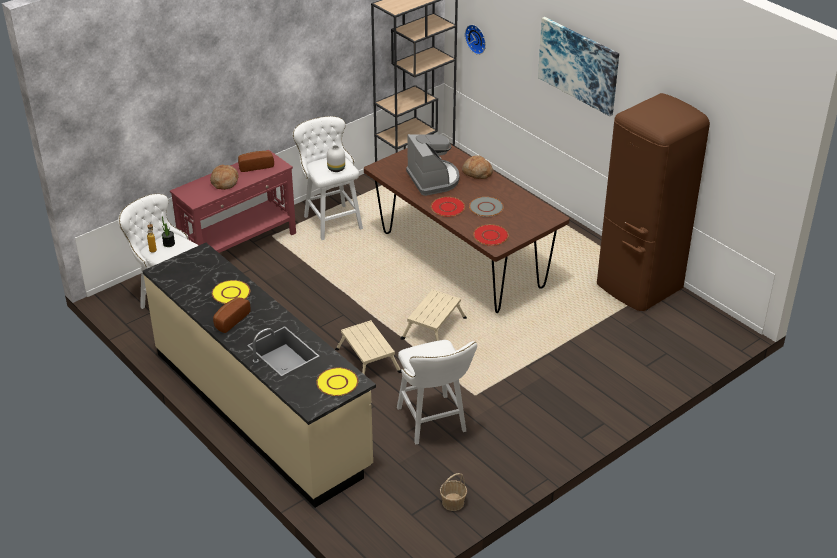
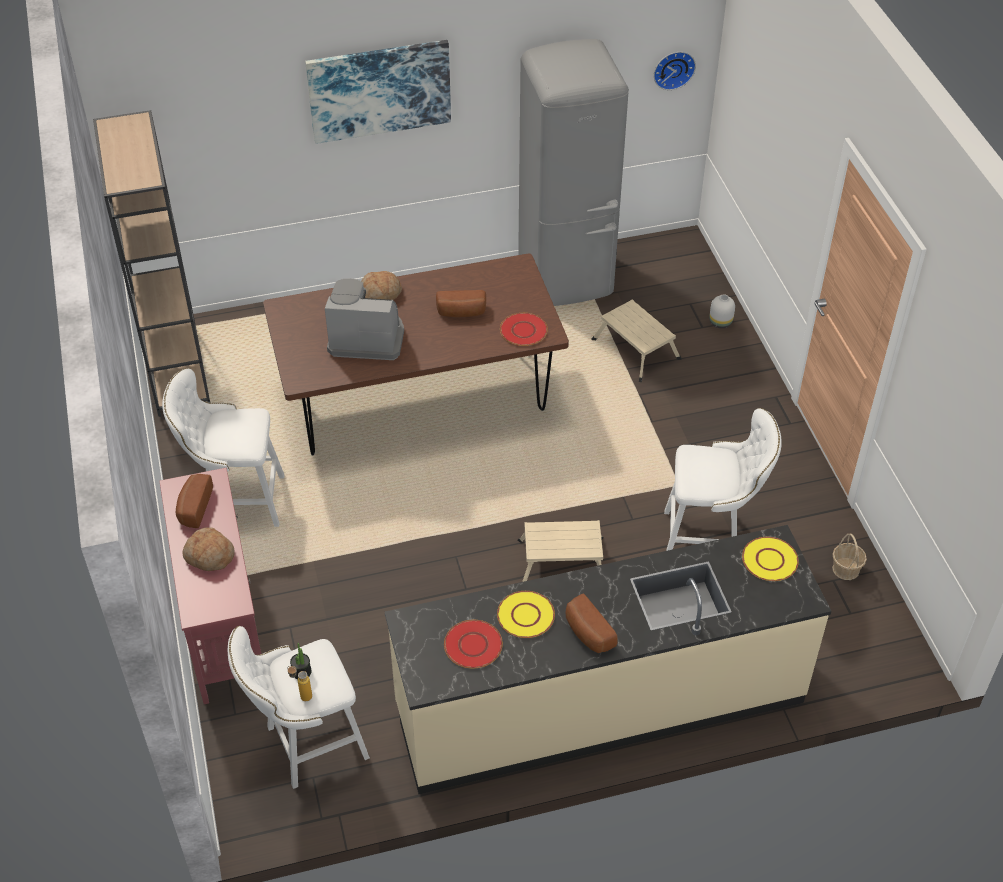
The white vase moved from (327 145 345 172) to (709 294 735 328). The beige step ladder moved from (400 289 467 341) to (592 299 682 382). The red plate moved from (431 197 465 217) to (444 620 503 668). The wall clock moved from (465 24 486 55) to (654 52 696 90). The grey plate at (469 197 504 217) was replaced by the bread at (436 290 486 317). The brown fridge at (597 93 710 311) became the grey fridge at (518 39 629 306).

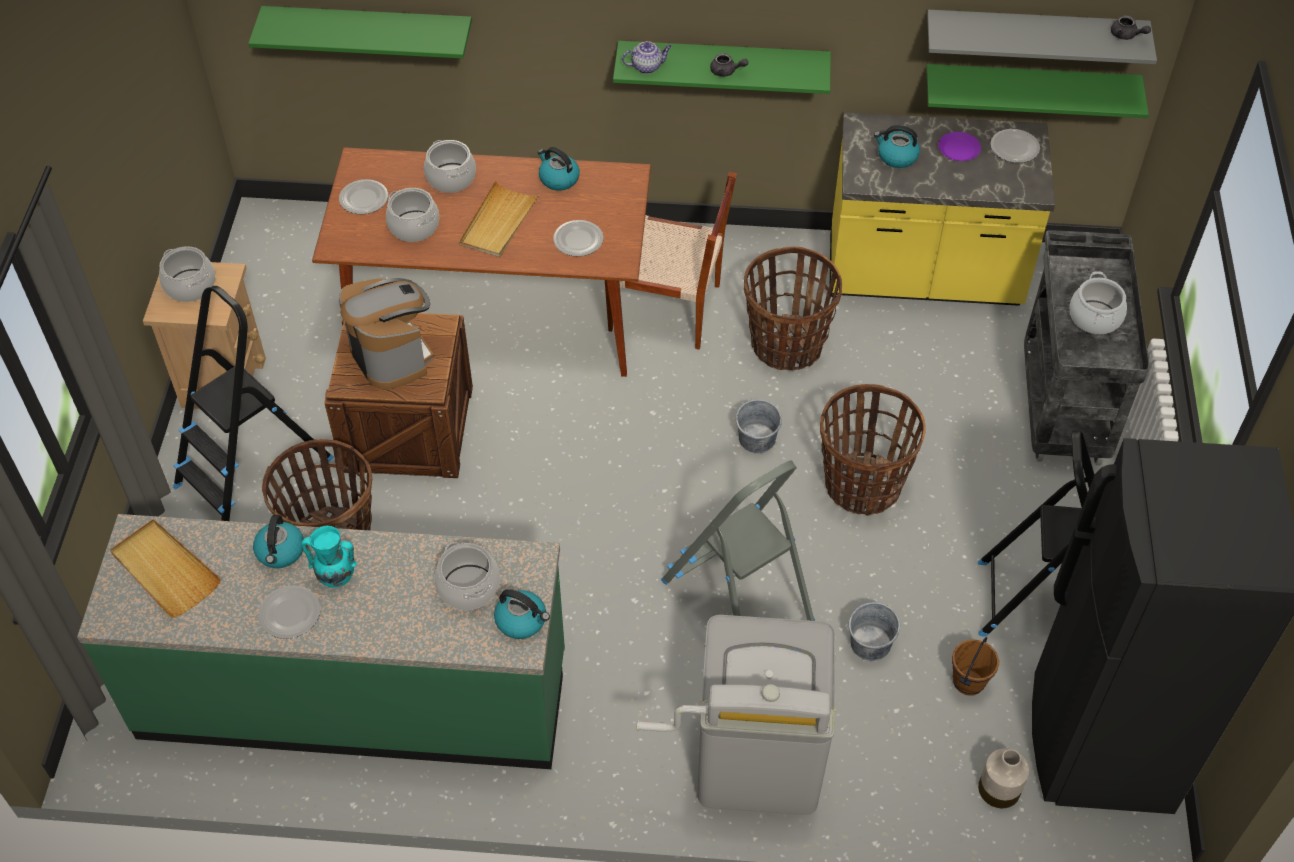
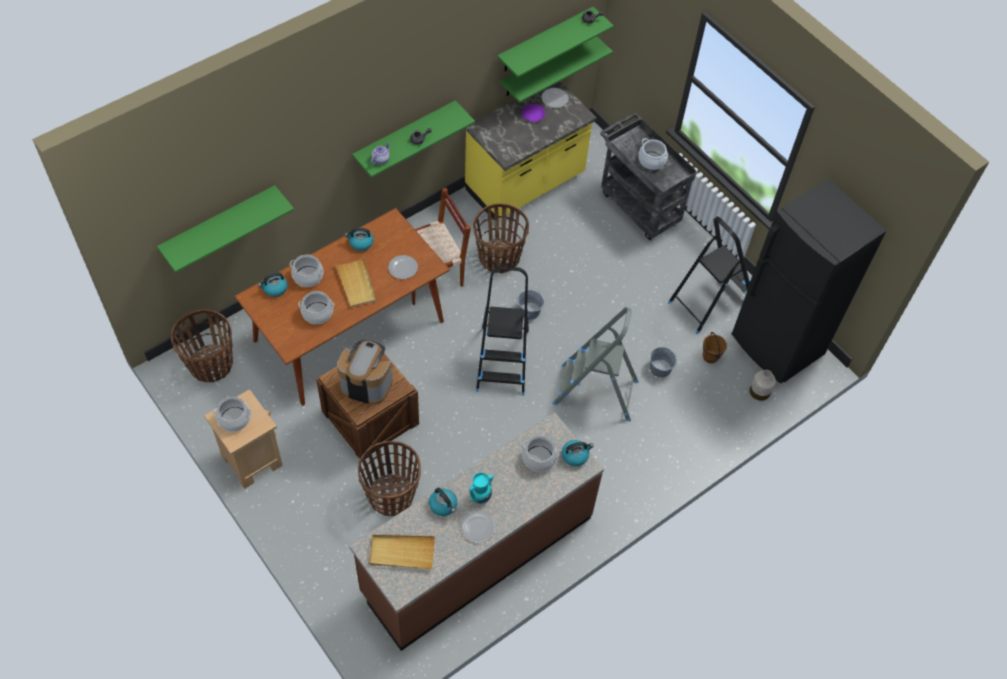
The plate at (339 179 388 214) disappeared. The grey washing machine at (637 615 836 815) disappeared. The black step ladder moved from (173 286 334 521) to (476 266 529 396). The basket moved from (820 384 926 516) to (171 309 233 382). The kettle moved from (874 125 920 168) to (258 272 288 297). The green counter at (77 514 565 769) became the brown counter at (349 412 604 651). The grey shelf at (927 10 1157 64) became the green shelf at (497 7 614 77).

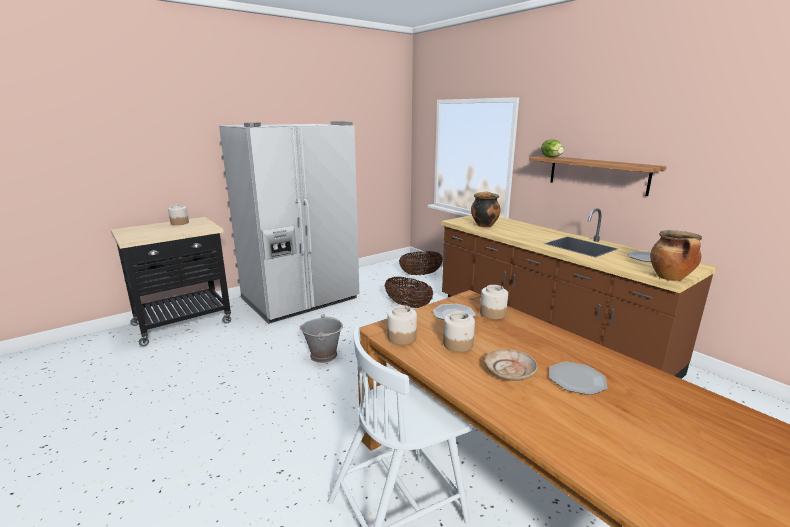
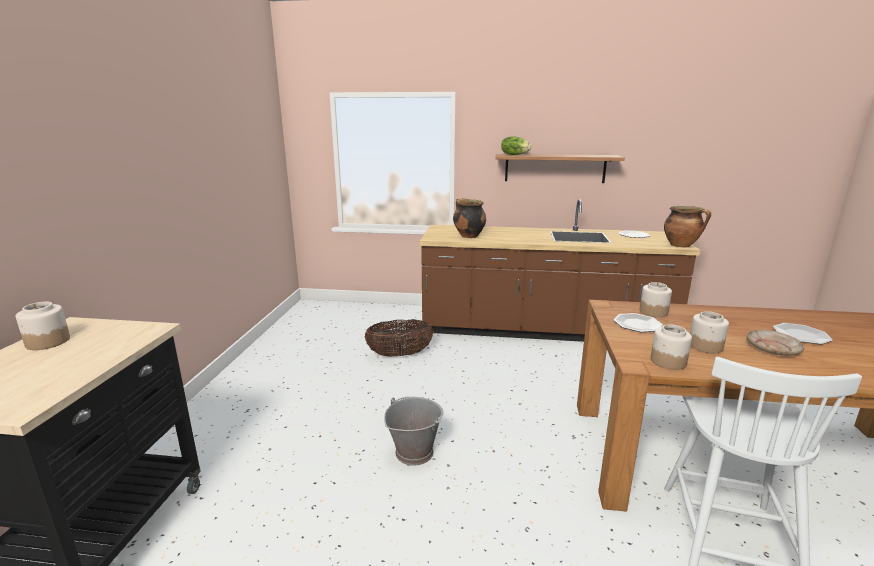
The white fridge at (219 121 359 324) disappeared. The basket at (399 251 443 275) disappeared.

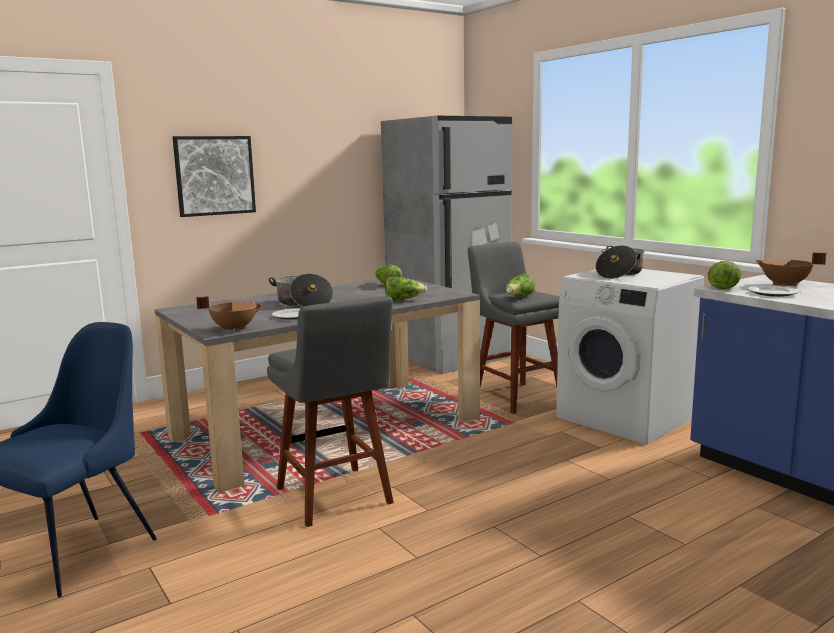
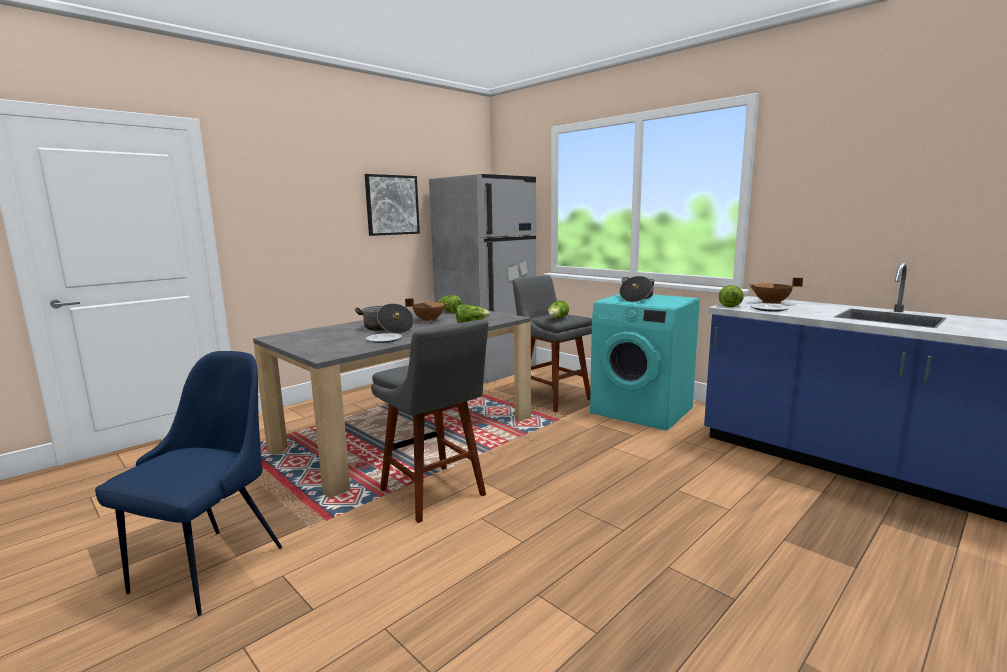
The picture moved from (173 136 256 217) to (365 174 420 236). The brown cooking pot moved from (196 296 263 332) to (405 298 447 322). The white washing machine at (556 269 704 444) became the turquoise washing machine at (590 294 700 431).

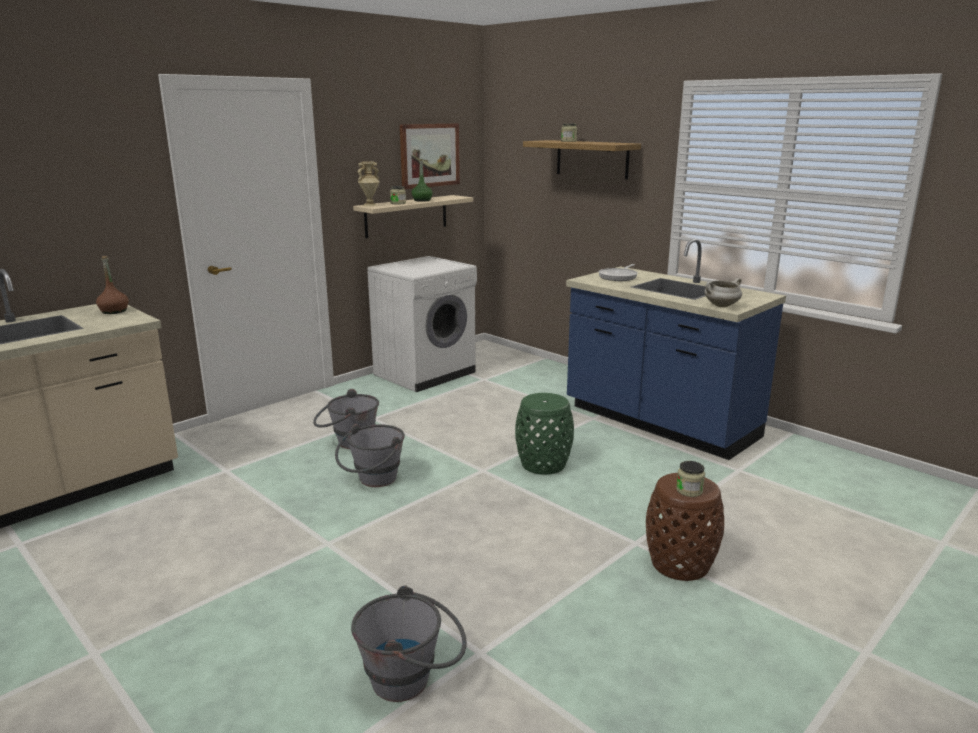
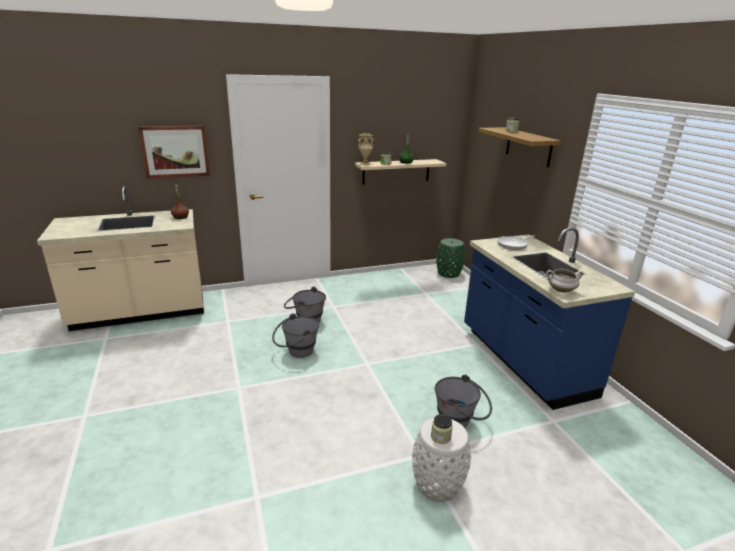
The white washing machine at (367 256 477 392) disappeared. The grey bucket moved from (351 585 467 702) to (435 375 492 428). The picture moved from (400 124 460 189) to (138 126 210 178). The green stool moved from (515 393 574 475) to (436 238 465 278). The brown stool at (646 473 724 581) became the white stool at (412 418 471 502).

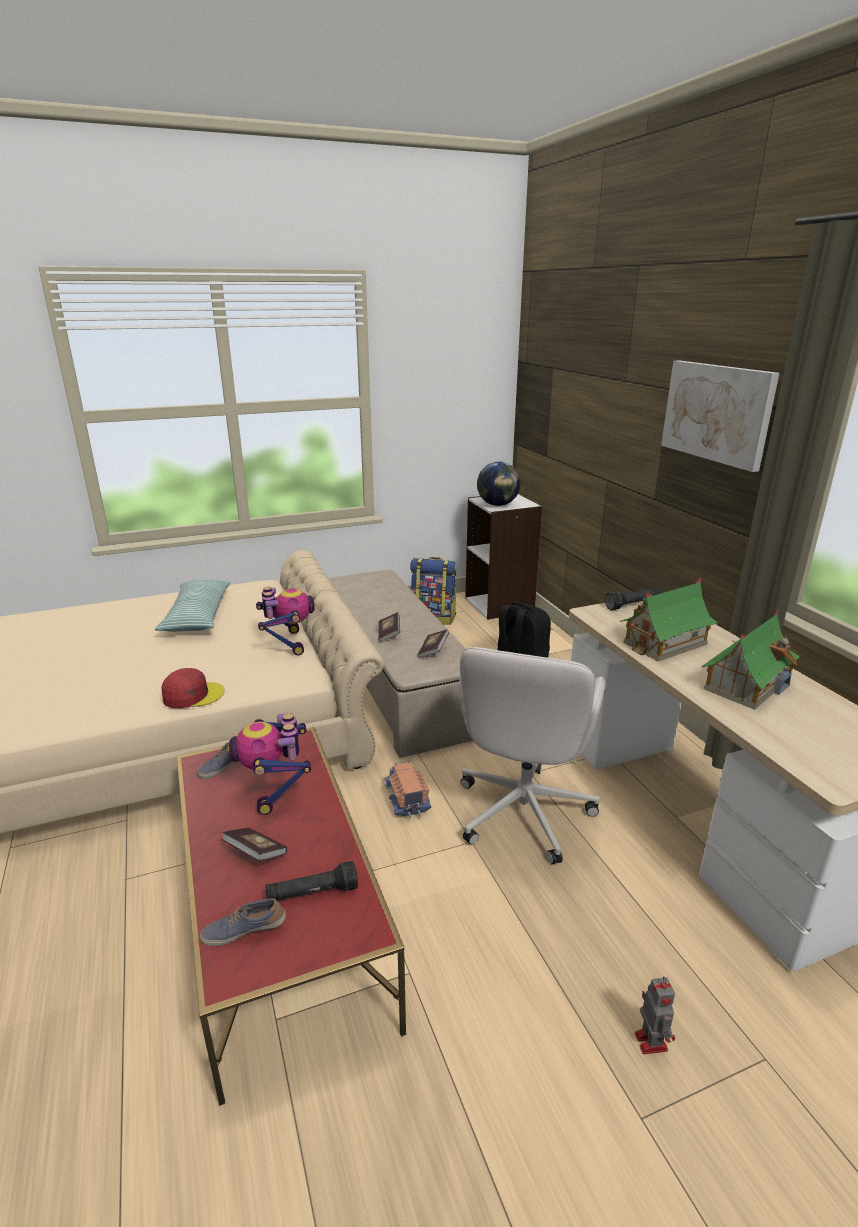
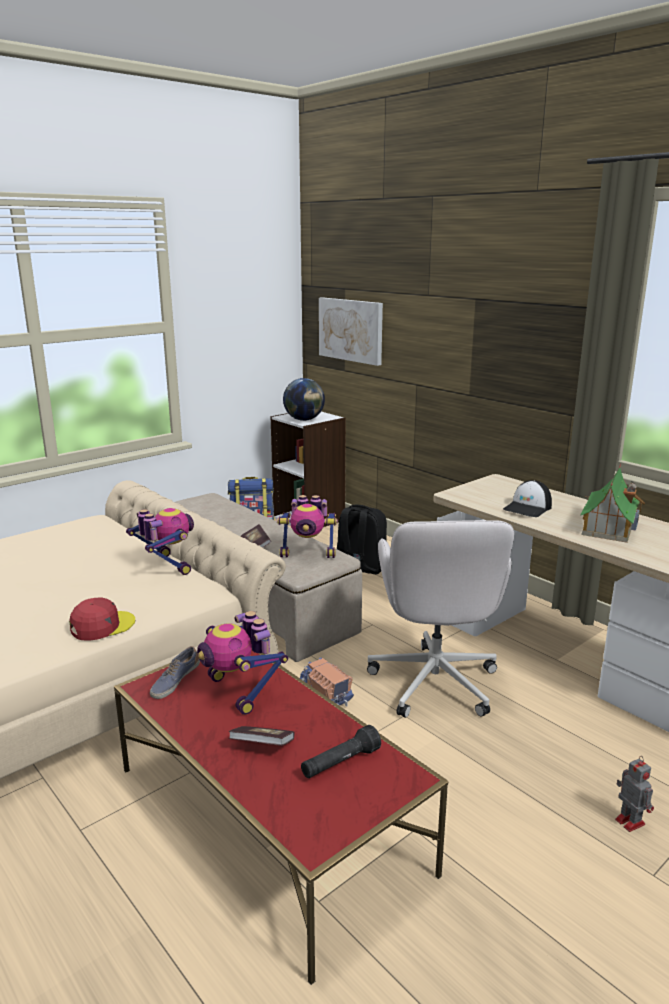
The pillow at (155 580 231 632) disappeared. The shoe at (200 898 286 946) disappeared. The black flashlight at (605 588 661 610) disappeared. The picture moved from (661 361 779 472) to (319 297 383 366). The book at (418 629 449 658) was replaced by the toy robot at (277 495 338 558). The toy house at (620 578 718 661) was replaced by the cap at (503 480 552 517).

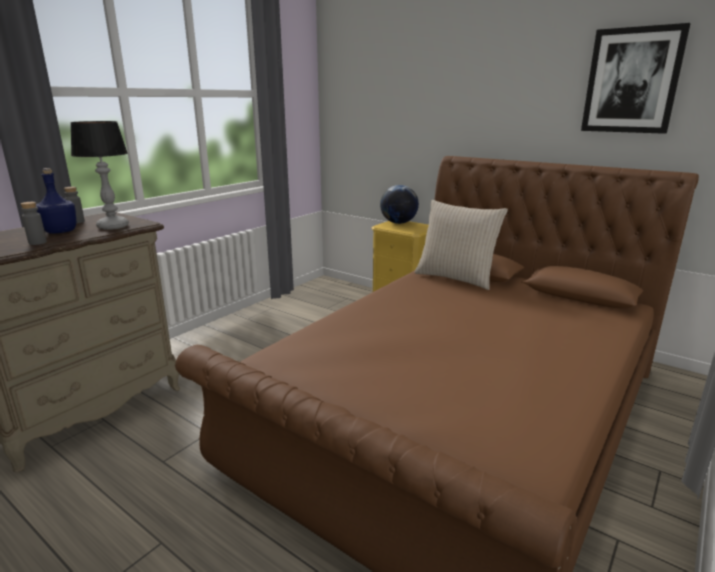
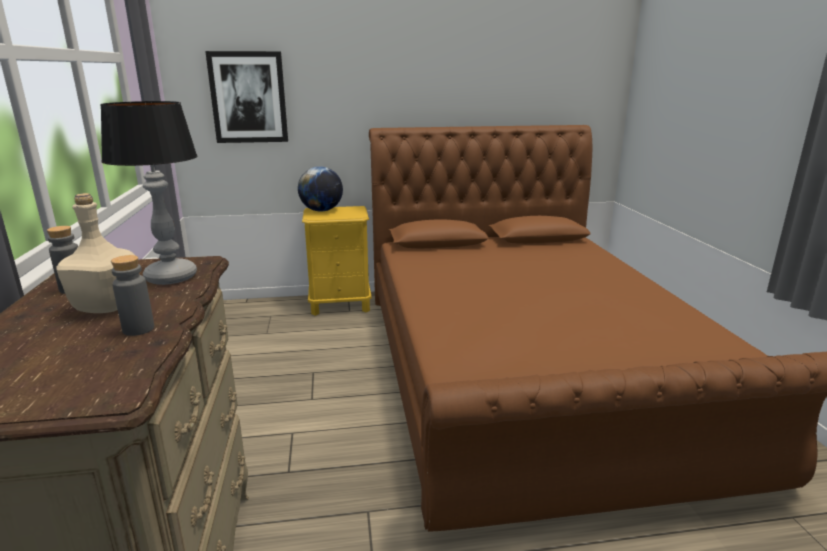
The beige pillow at (415 200 508 290) disappeared. The picture moved from (581 23 691 134) to (205 51 288 143). The blue bottle at (36 168 76 234) became the beige bottle at (56 193 135 313).

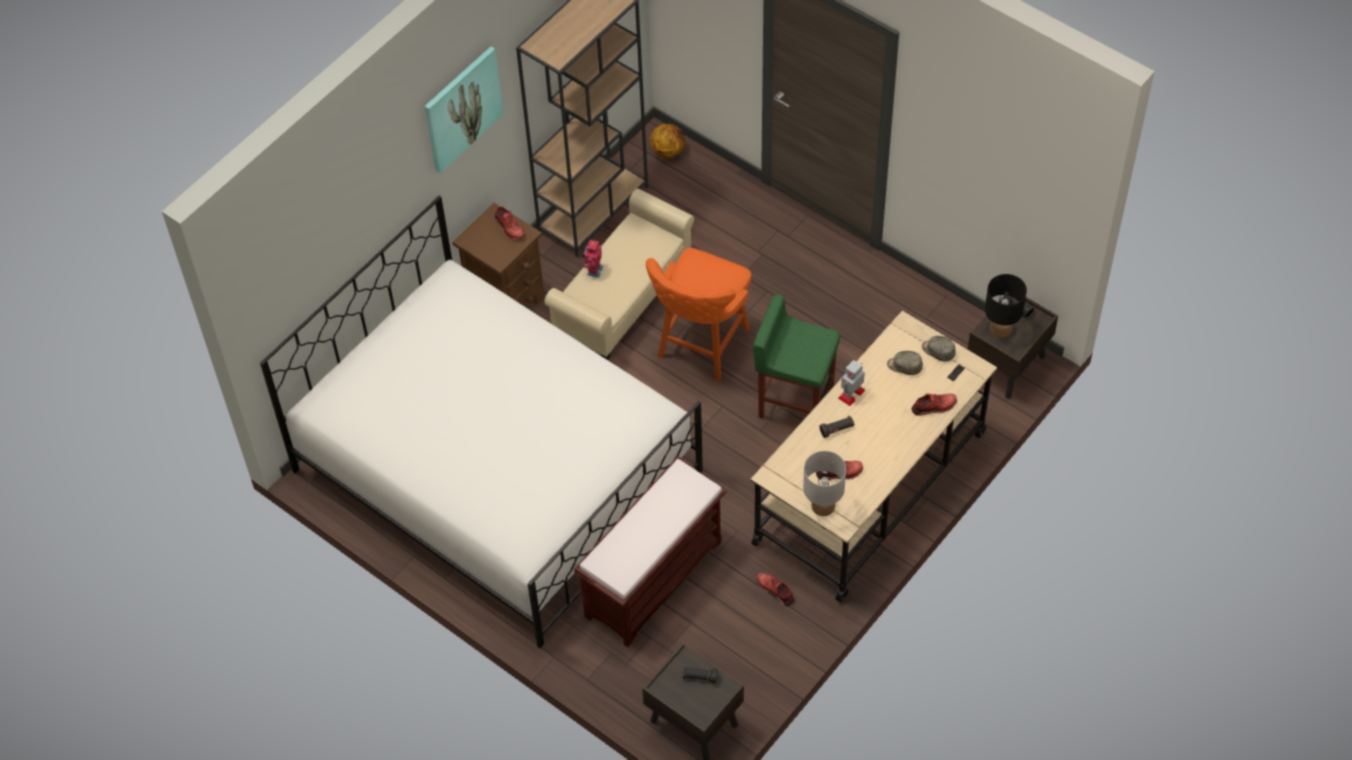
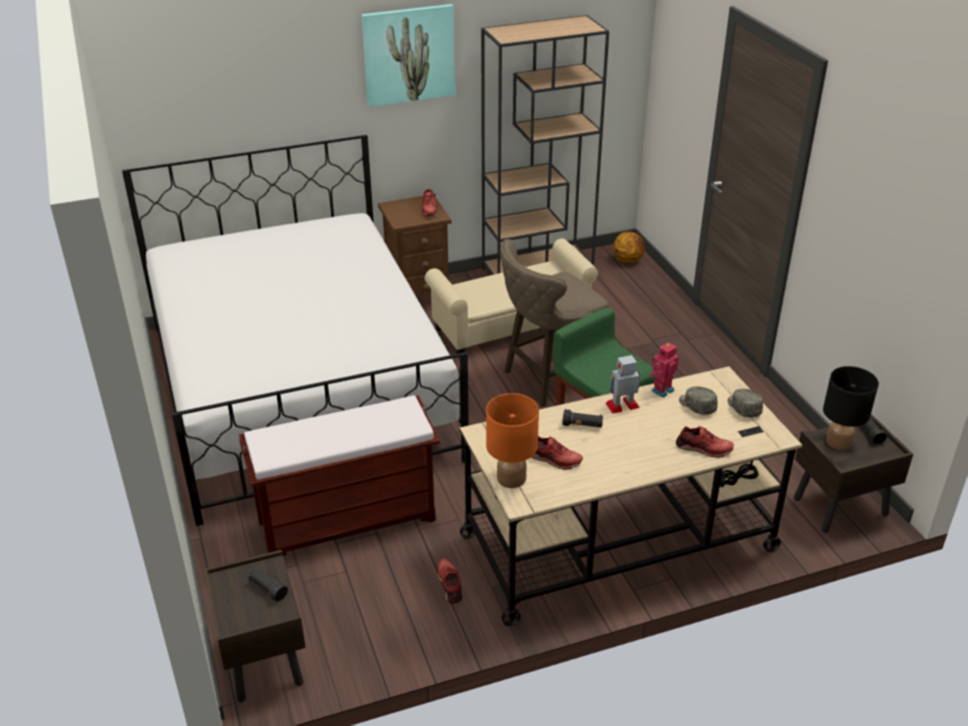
The toy robot moved from (583 239 603 278) to (650 342 679 398). The orange stool at (646 248 751 381) became the beige stool at (500 239 609 407). The grey table lamp at (803 451 846 516) became the orange table lamp at (486 393 539 488).

